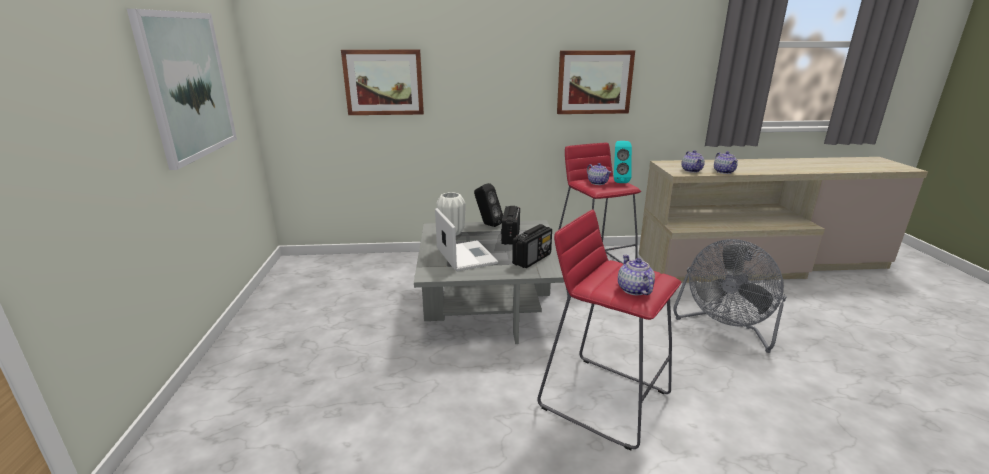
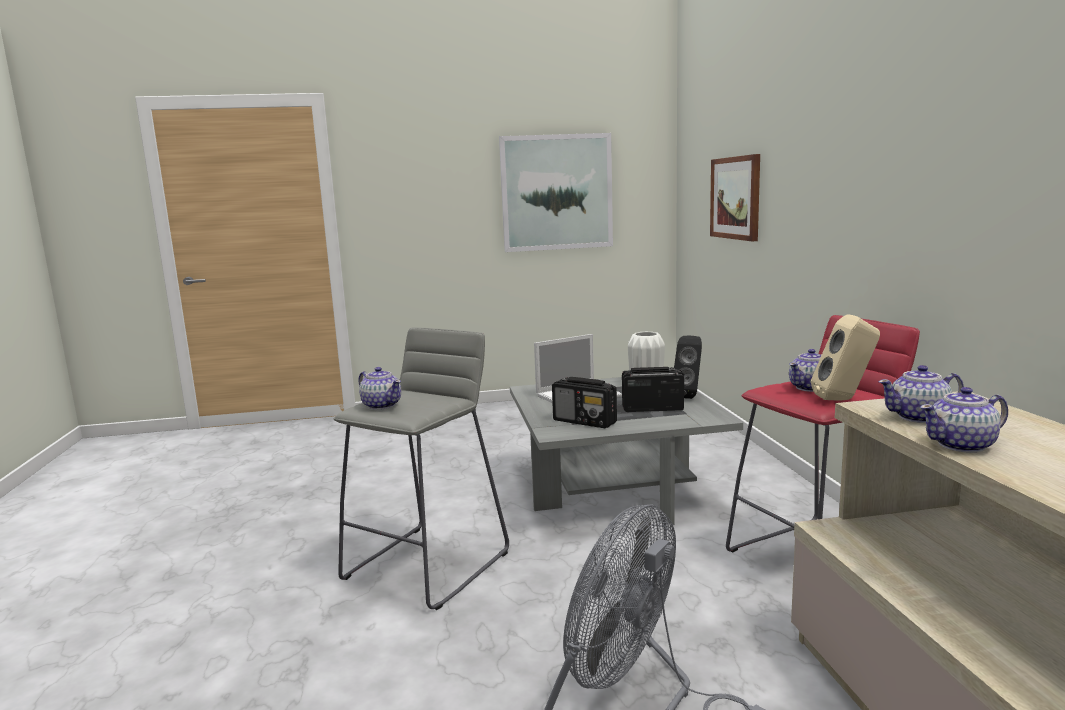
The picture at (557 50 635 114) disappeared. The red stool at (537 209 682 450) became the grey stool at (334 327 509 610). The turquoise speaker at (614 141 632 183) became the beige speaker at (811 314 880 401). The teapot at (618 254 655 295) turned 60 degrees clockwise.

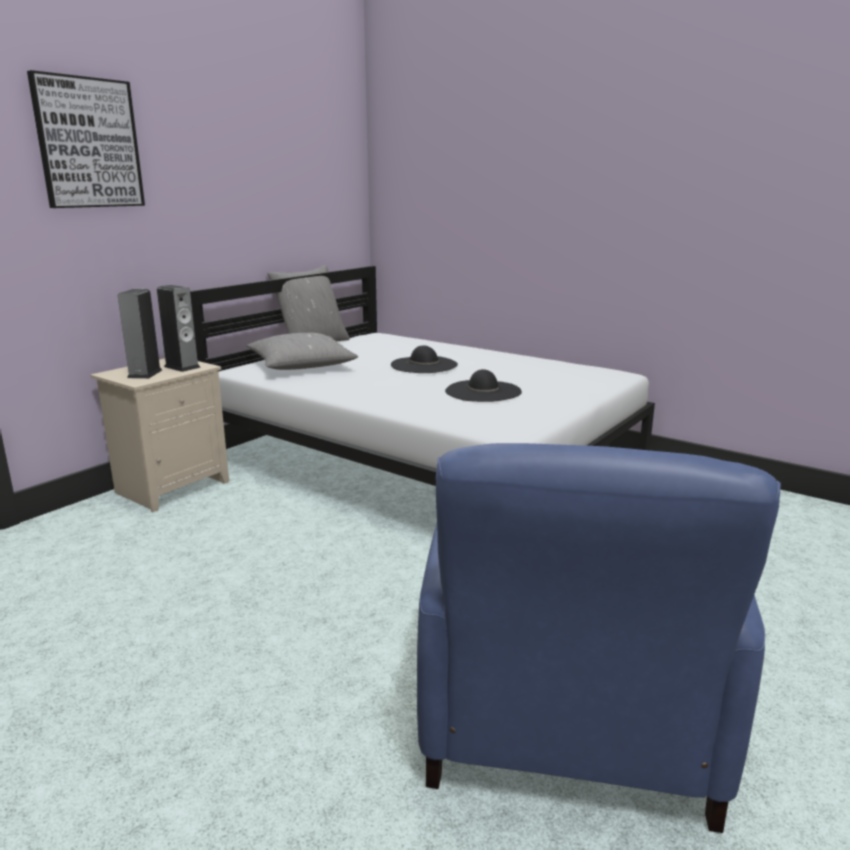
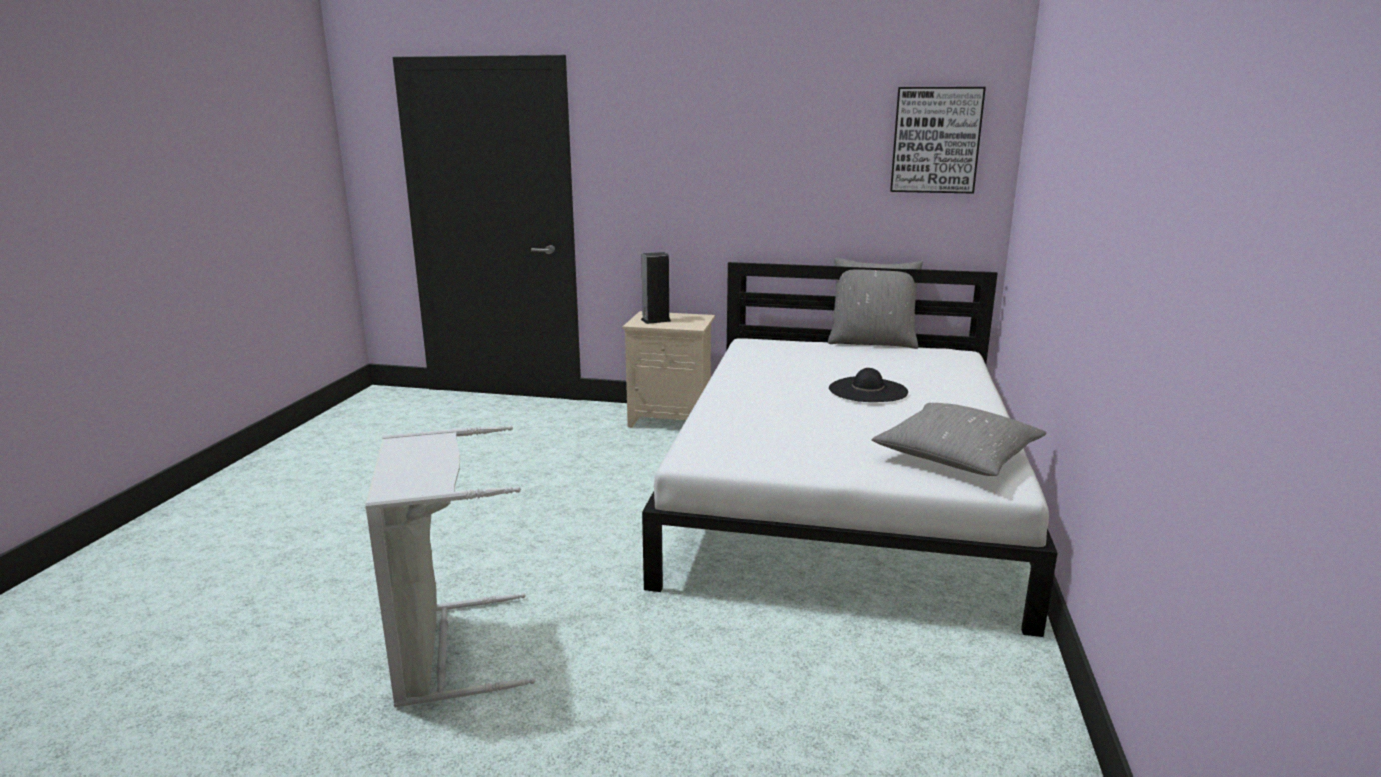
The speaker at (157 285 201 372) disappeared. The black hat at (445 369 522 402) disappeared. The picture moved from (27 70 145 208) to (890 87 986 194). The grey pillow moved from (247 333 358 370) to (871 403 1047 476). The blue armchair at (417 443 781 833) was replaced by the grey laundry basket at (365 425 535 707).

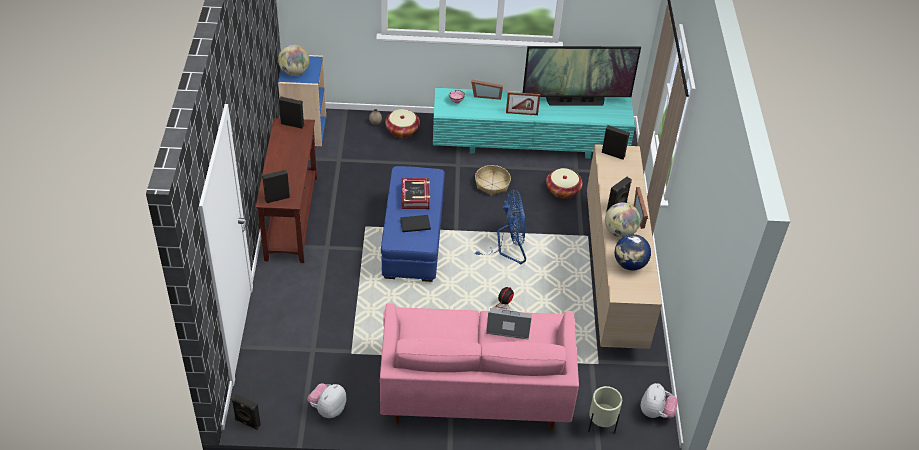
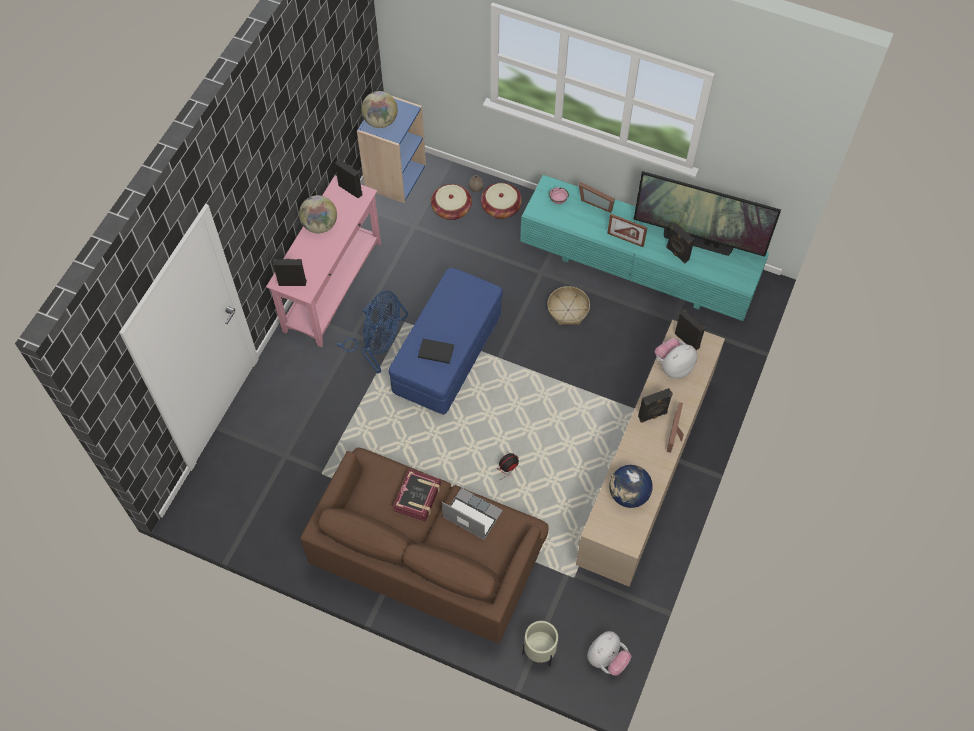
The black speaker moved from (231 394 261 430) to (666 223 695 263). The plush toy moved from (307 383 347 418) to (655 338 697 379). The book moved from (401 178 430 209) to (393 469 441 522). The blue fan moved from (475 189 526 265) to (336 291 408 374). The basket moved from (546 168 582 199) to (431 184 472 220). The globe moved from (605 202 640 238) to (299 195 337 233). The brown console table at (256 118 317 263) became the pink console table at (266 175 381 347). The pink sofa at (380 303 579 430) became the brown sofa at (300 448 549 644).

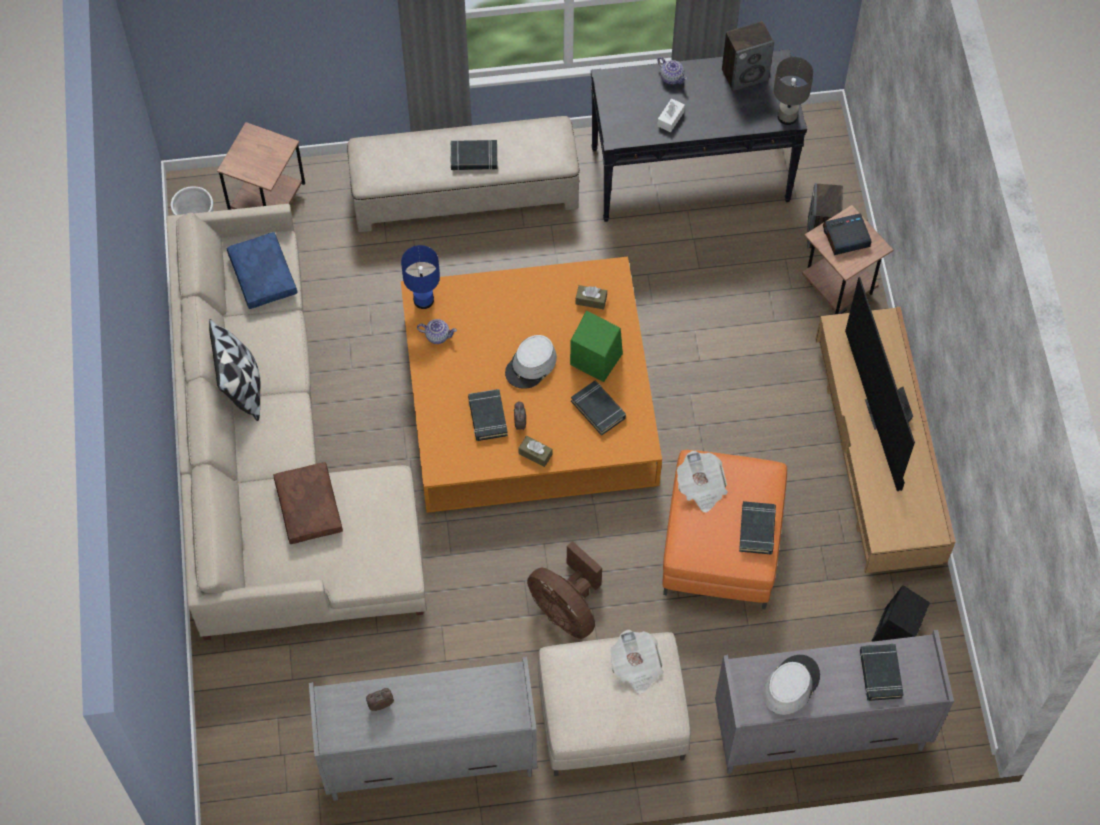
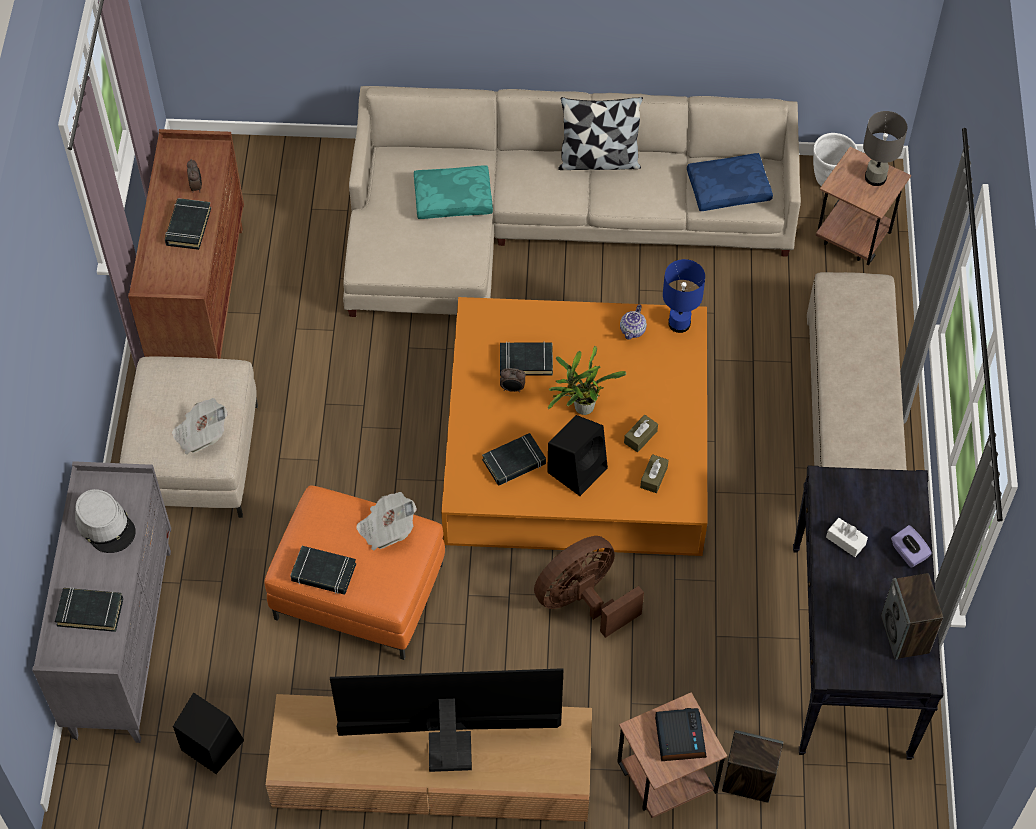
The black book moved from (451 140 497 171) to (165 198 211 250). The brown tissue box moved from (518 436 552 467) to (624 415 658 452). The brown fan moved from (527 541 602 639) to (534 536 644 638). The grey table lamp moved from (774 57 814 125) to (863 111 907 186). The grey hat at (505 335 557 389) was replaced by the potted plant at (548 346 626 415). The teapot at (658 57 687 85) was replaced by the purple tissue box at (891 525 932 568). The brown pillow at (273 462 343 544) became the turquoise pillow at (414 165 493 219). The grey cabinet at (309 657 537 801) became the brown cabinet at (128 129 244 359). The green speaker at (570 311 623 382) became the black speaker at (547 415 608 496).

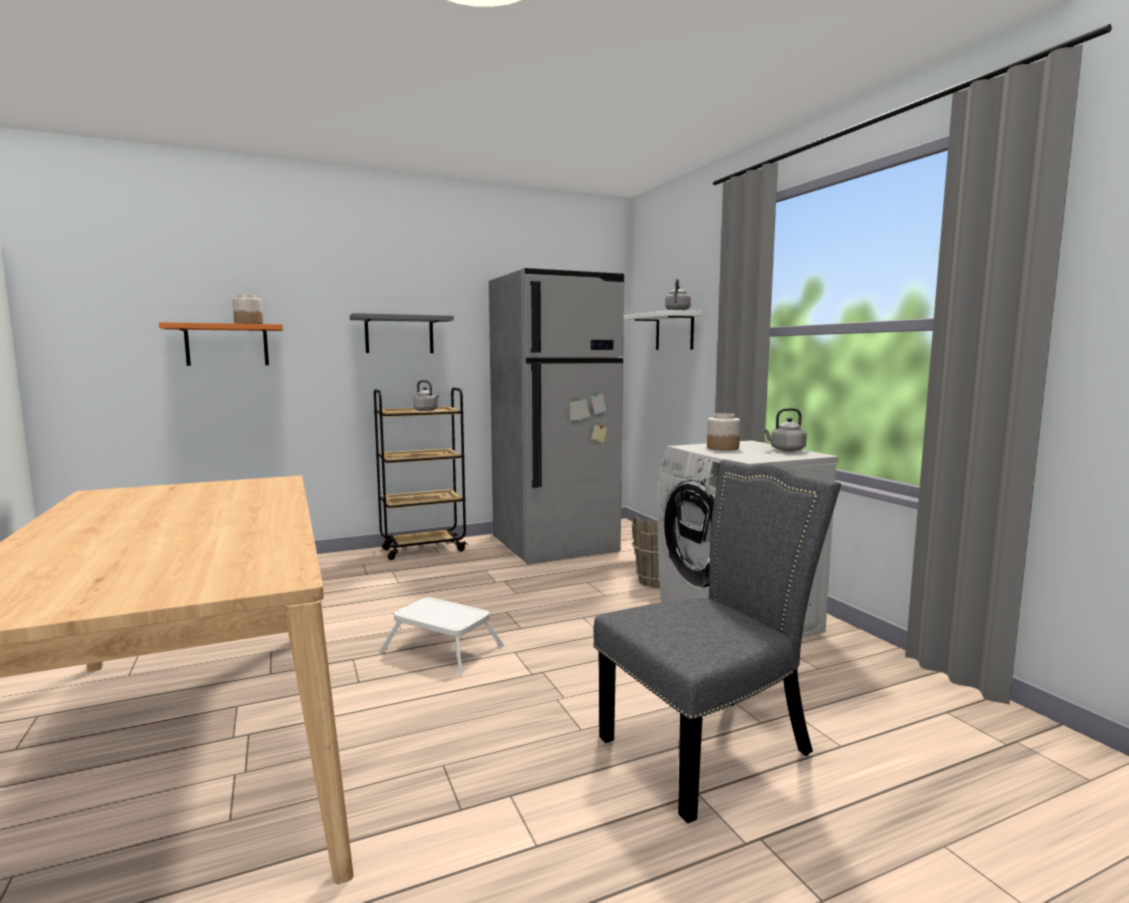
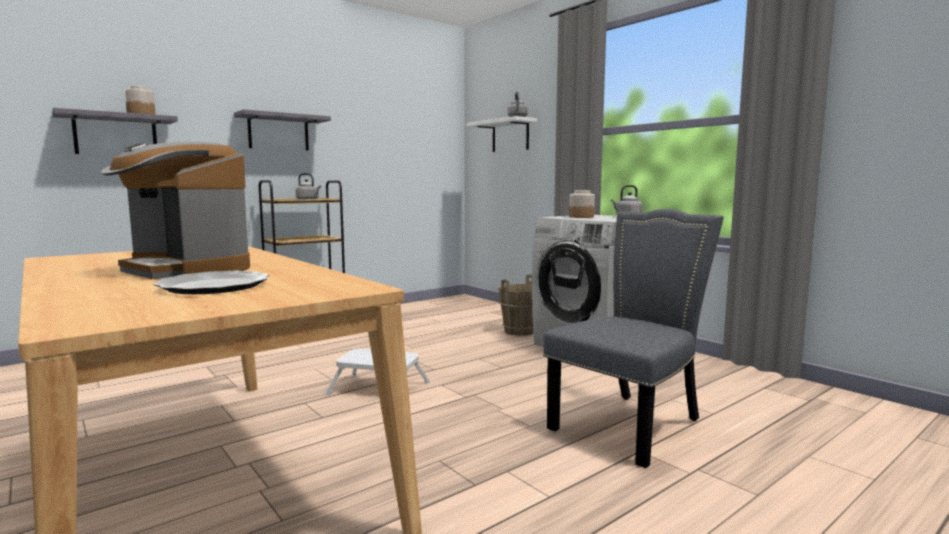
The grey fridge at (489 268 624 564) disappeared. The coffee machine at (101 142 250 279) appeared. The plate at (154 271 269 294) appeared. The orange shelf at (159 322 283 366) became the grey shelf at (52 108 178 154).

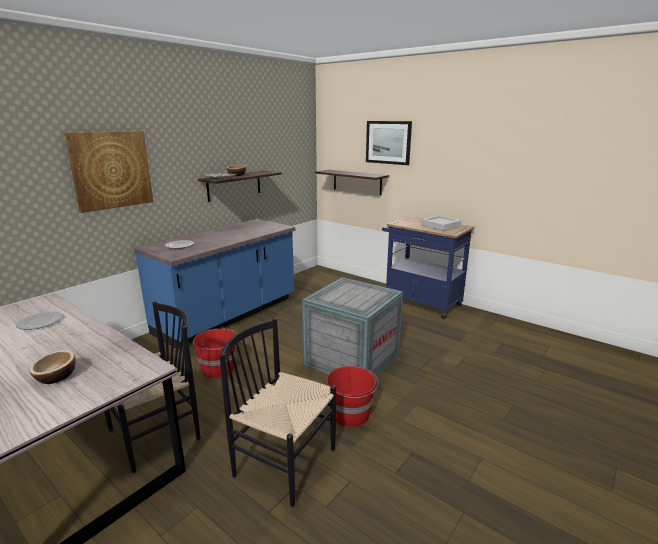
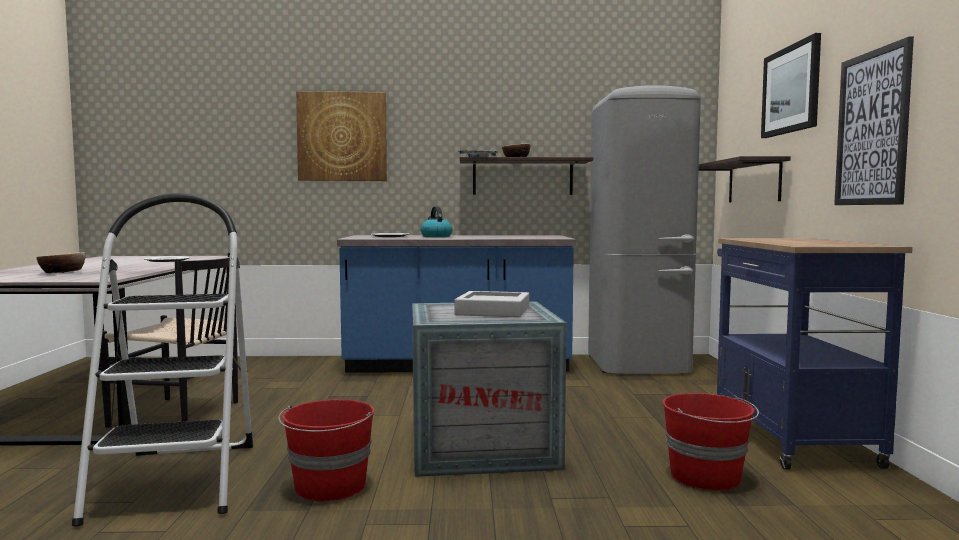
The kettle at (420 206 452 237) appeared. The grey fridge at (588 85 701 374) appeared. The picture at (834 36 914 205) appeared. The red bucket moved from (193 327 237 378) to (663 393 759 491). The grey tray moved from (422 216 461 231) to (454 291 529 318). The black chair at (220 318 336 507) was replaced by the step ladder at (72 193 253 527).

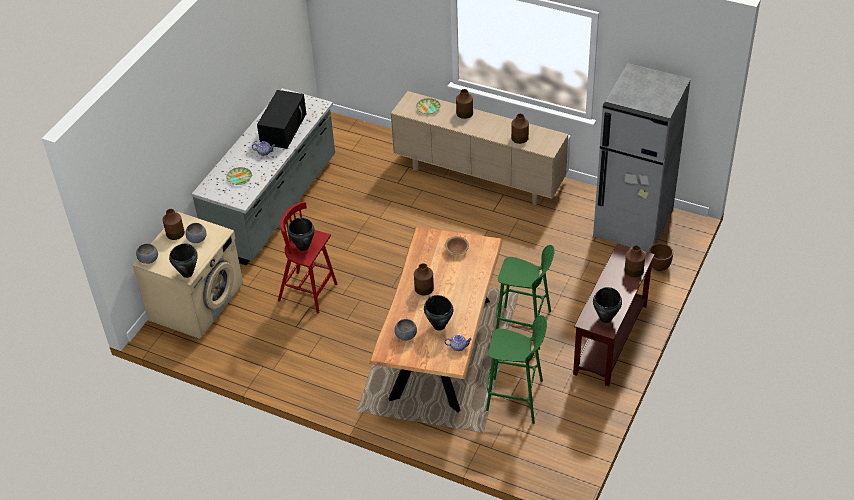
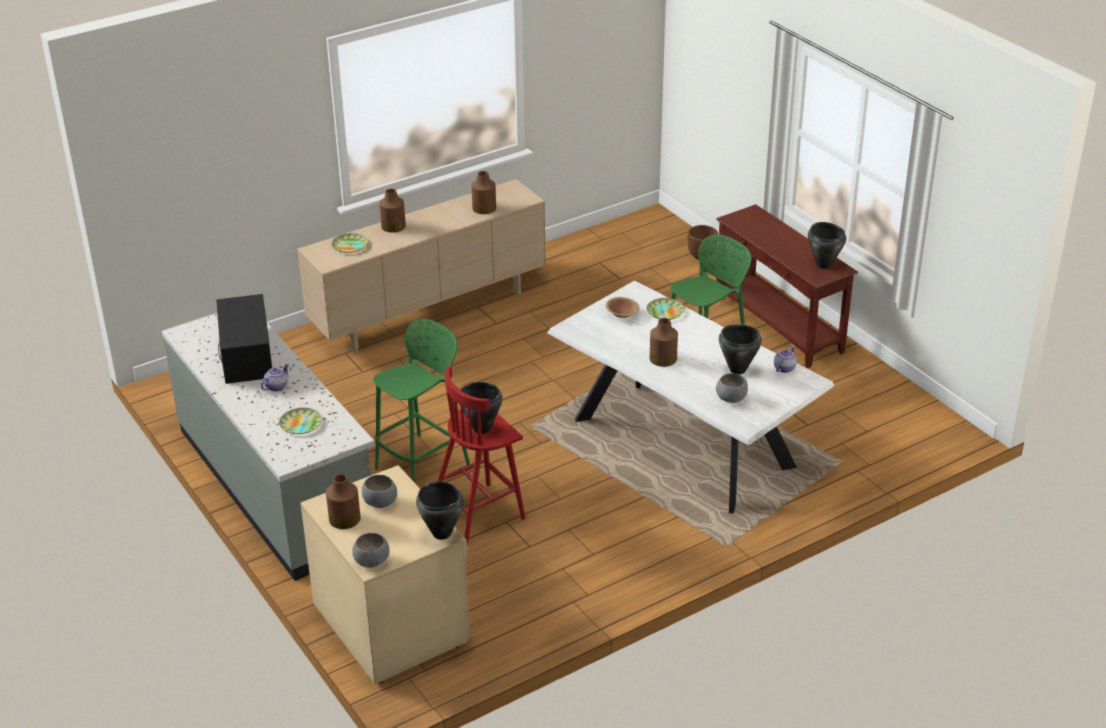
The grey fridge at (593 63 691 252) disappeared. The brown vase at (624 245 645 277) disappeared. The plate at (647 298 685 320) appeared. The green stool moved from (486 315 547 424) to (373 319 470 483). The brown dining table at (369 227 503 413) became the white dining table at (548 281 835 514). The black microwave at (257 90 306 149) turned 150 degrees counterclockwise.

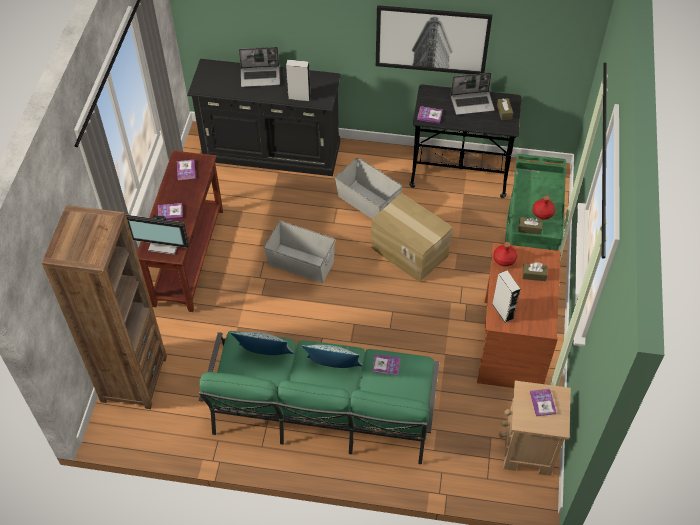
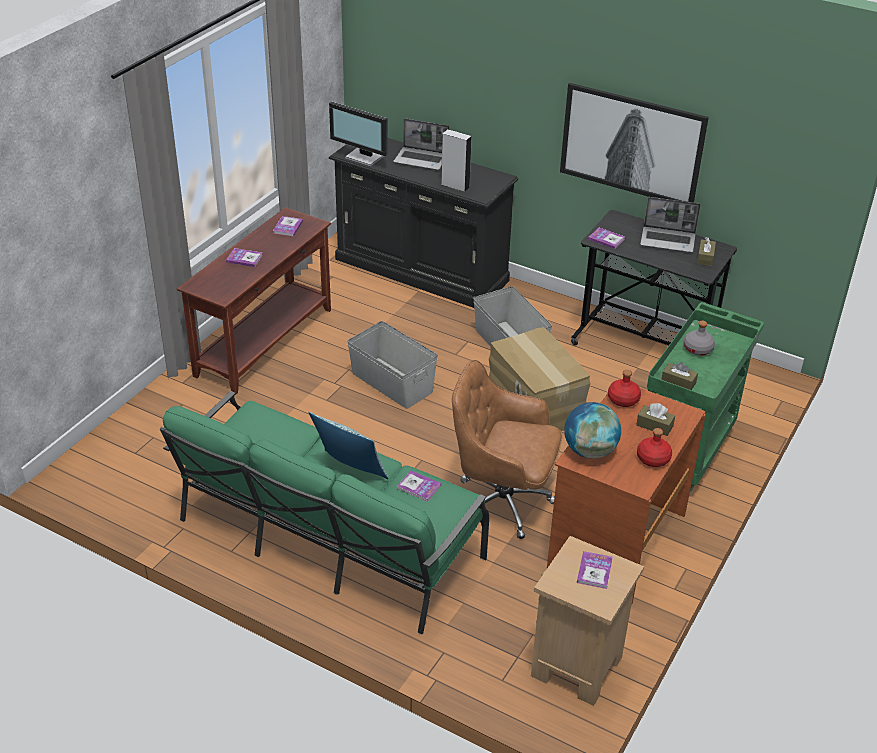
The brown bookcase at (42 205 167 409) disappeared. The pillow at (230 332 294 355) disappeared. The brown office chair at (452 360 562 539) appeared. The grey bottle at (684 321 715 356) appeared. The monitor moved from (126 215 189 255) to (329 102 388 166). The red bottle moved from (532 195 555 220) to (637 428 672 467). The grey speaker at (492 270 520 323) was replaced by the globe at (564 402 621 459).

